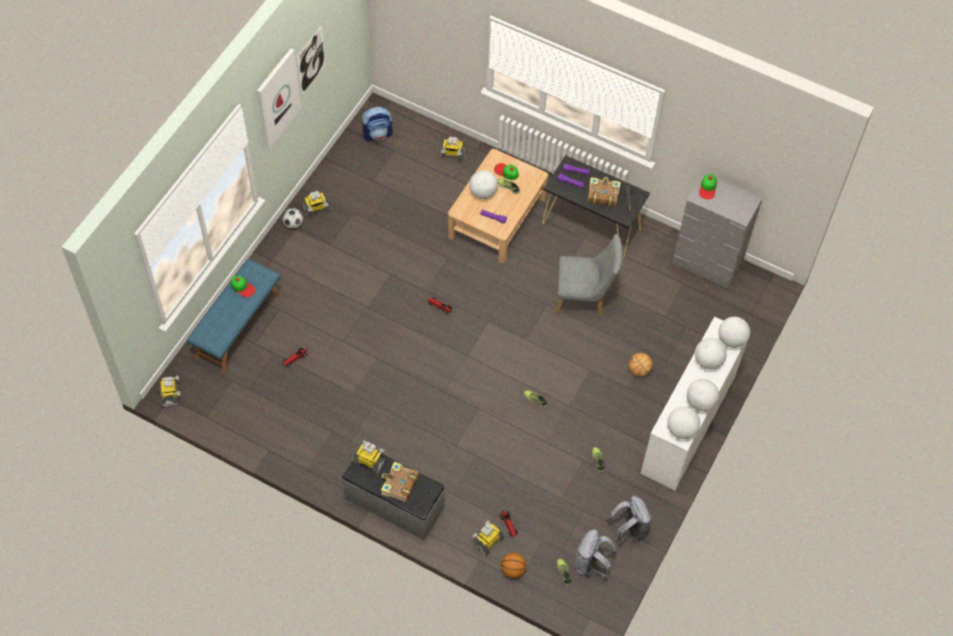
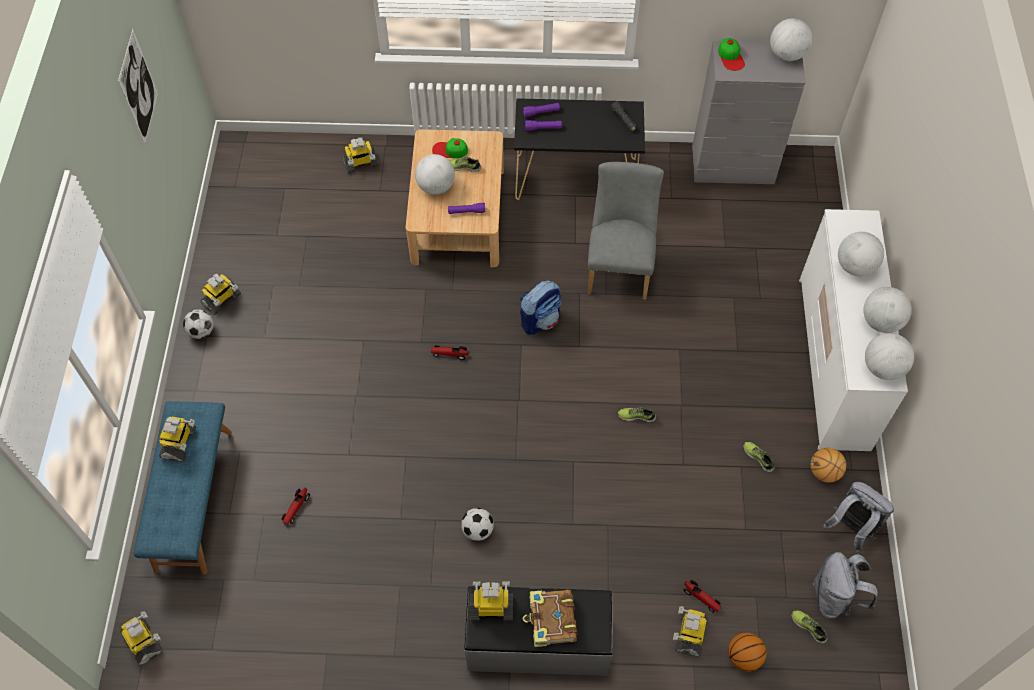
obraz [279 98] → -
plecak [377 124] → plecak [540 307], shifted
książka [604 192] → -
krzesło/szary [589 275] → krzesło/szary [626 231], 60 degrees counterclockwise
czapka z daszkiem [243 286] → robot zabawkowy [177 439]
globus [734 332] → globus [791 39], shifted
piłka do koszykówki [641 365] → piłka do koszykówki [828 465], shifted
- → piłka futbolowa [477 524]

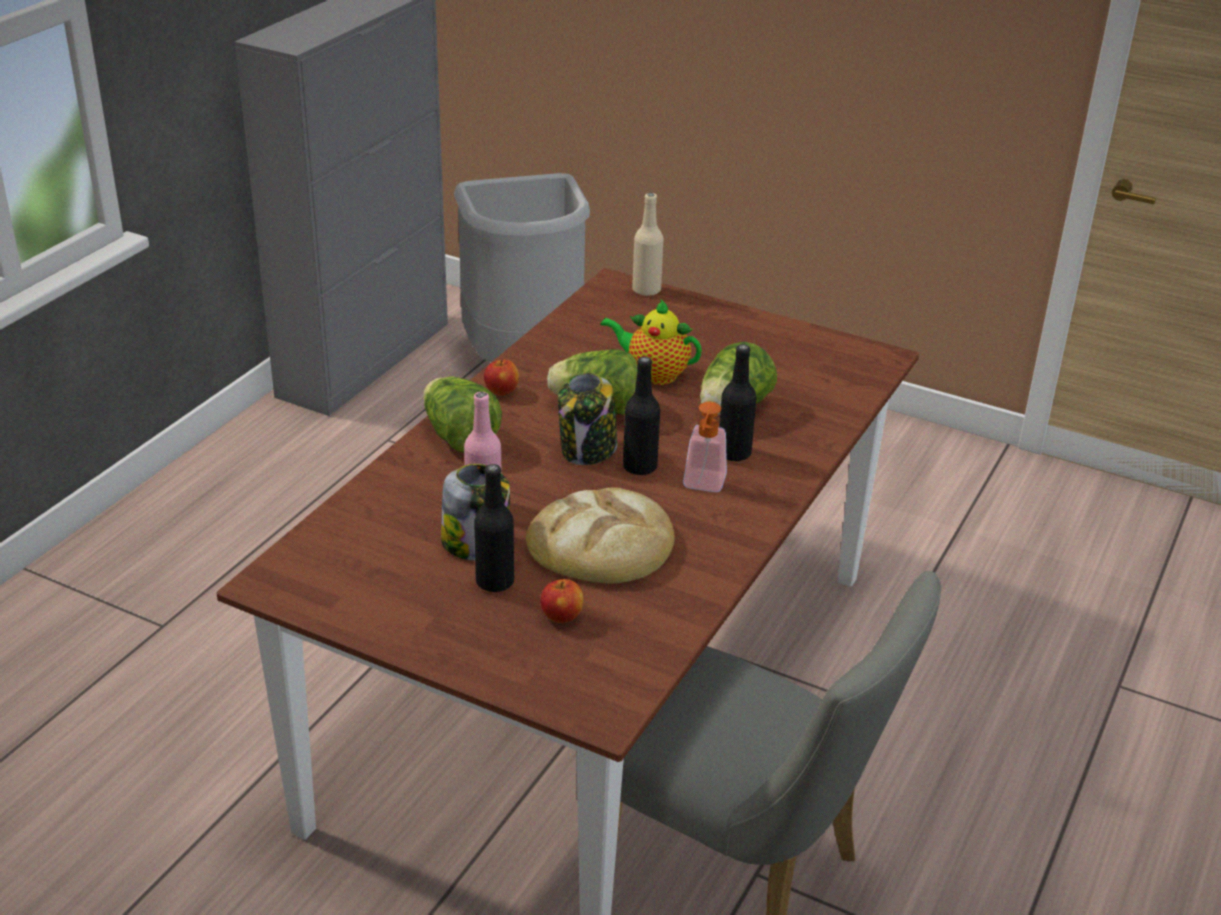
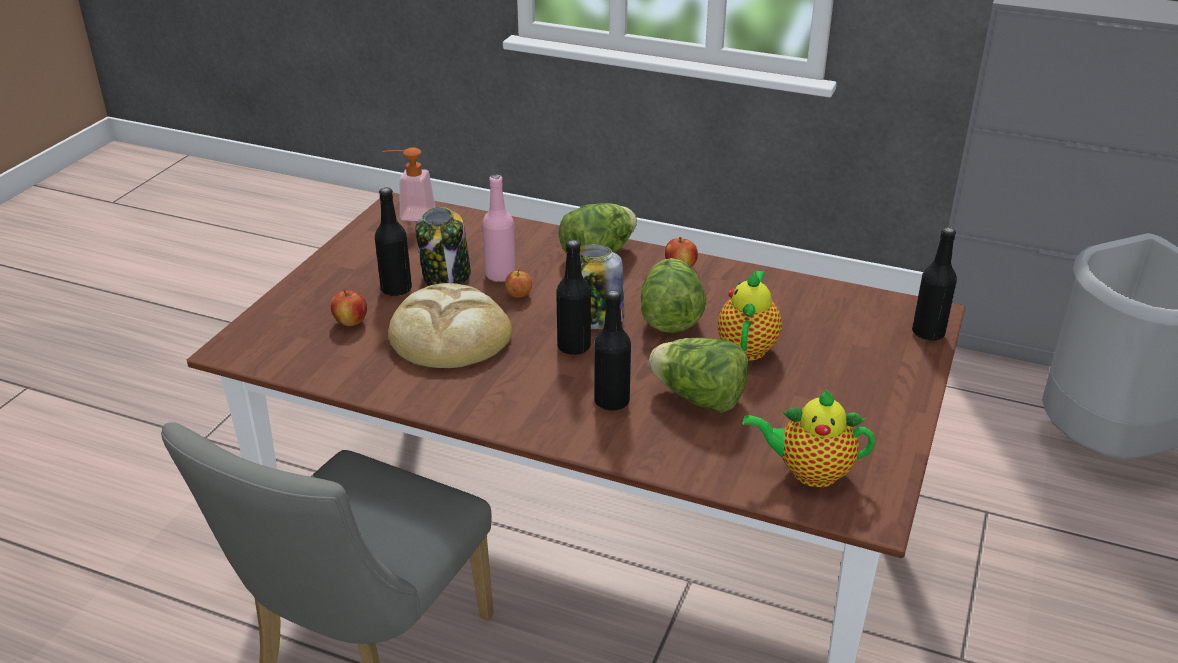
butelka/beżowy [648 244] → butelka/czarny [934 284]
dozownik mydła [705 447] → dozownik mydła [409 184], shifted
- → jabłko [518 283]
- → imbryk [809 438]

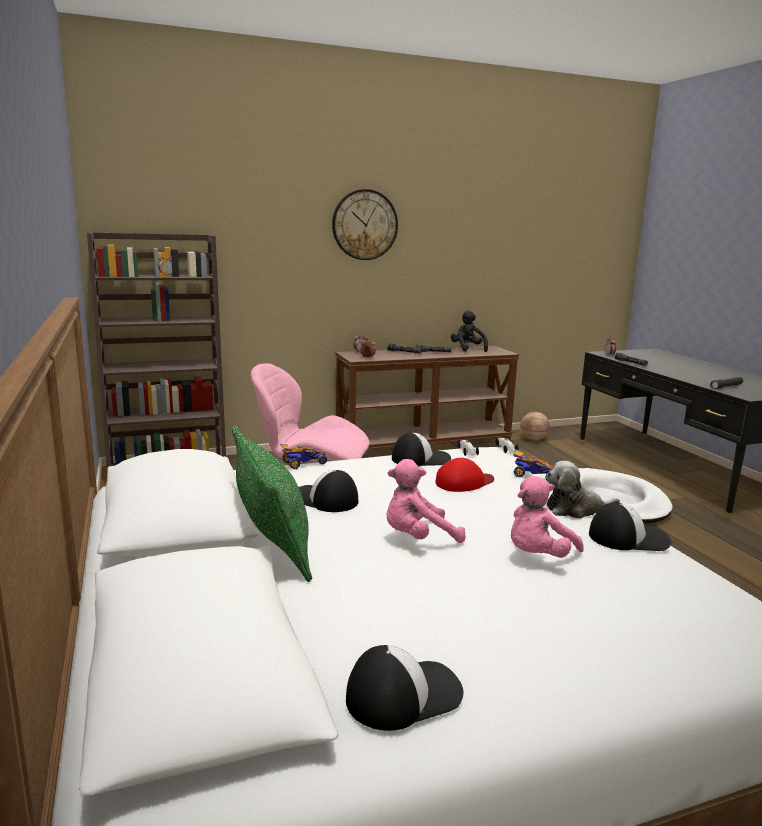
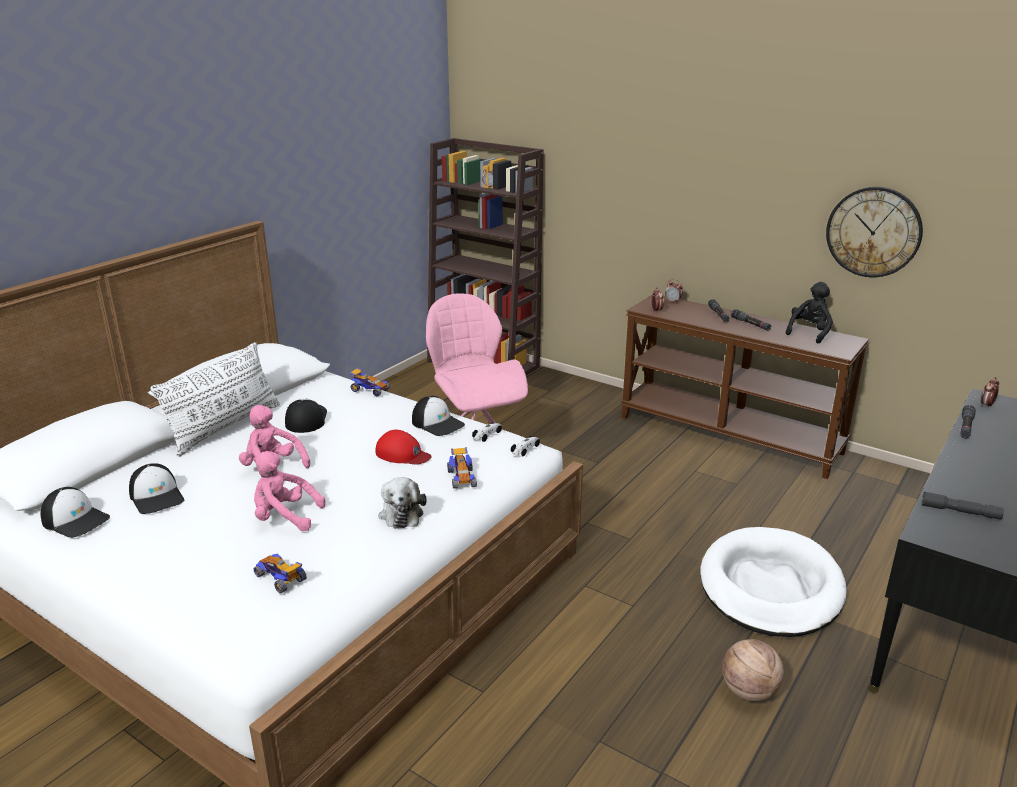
zegar ścienny [365 224] → zegar ścienny [874 232], shifted
piłka do koszykówki [535 426] → piłka do koszykówki [753 670], shifted
poduszka/zielony [272 503] → poduszka/biały [215 399]
pluszak [583 490] → pluszak [402 503], 150 degrees counterclockwise
czapka z daszkiem [630 526] → czapka z daszkiem [156 488], shifted
- → samochodzik [280 574]

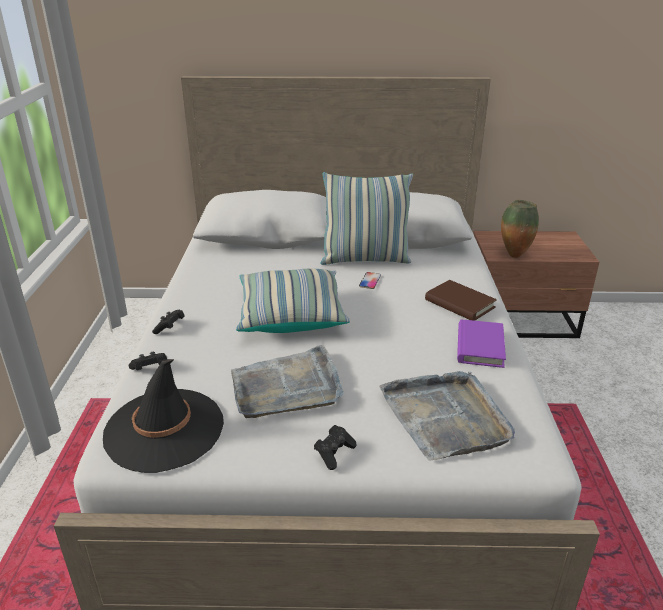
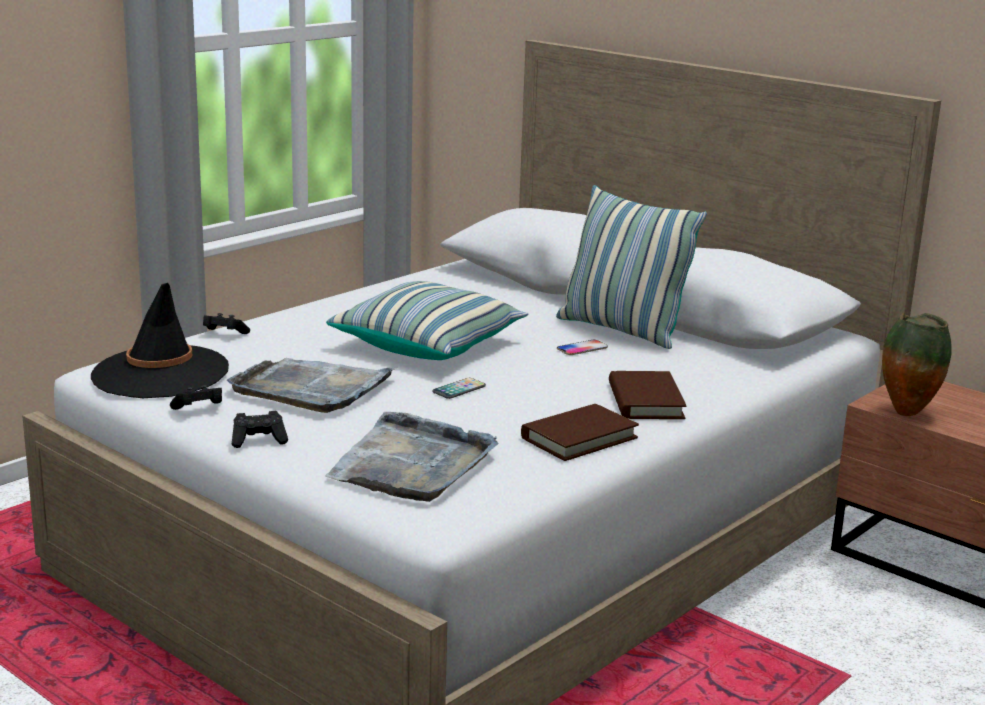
pad do gier/czarny [168 322] → pad do gier/czarny [196 397], shifted
książka/fioletowy [481 344] → książka/brązowy [580 432]
- → telefon [459 388]

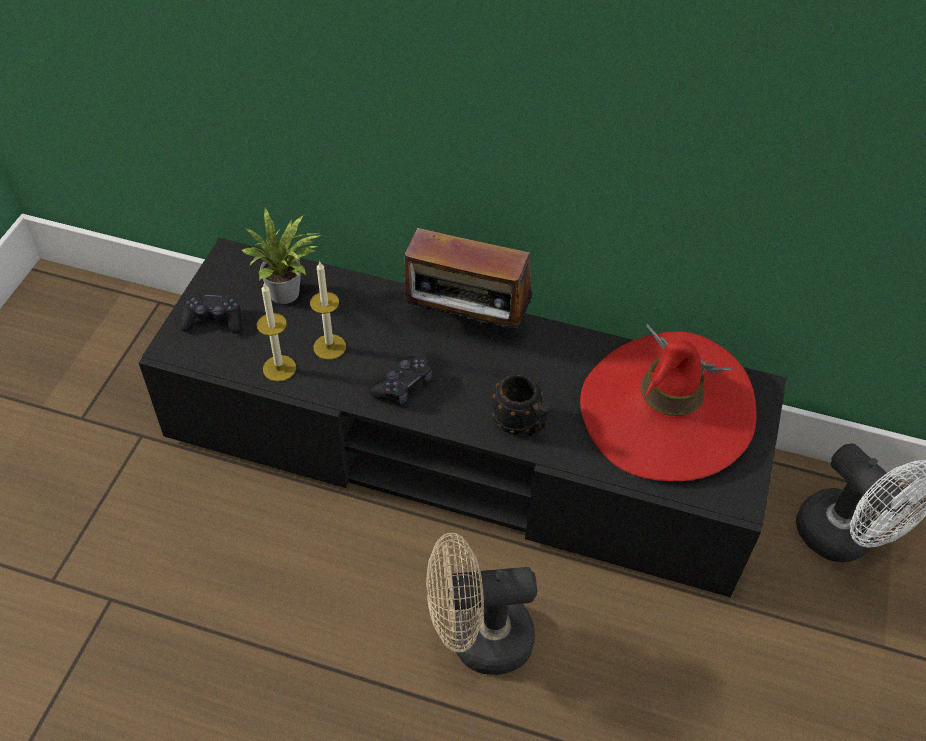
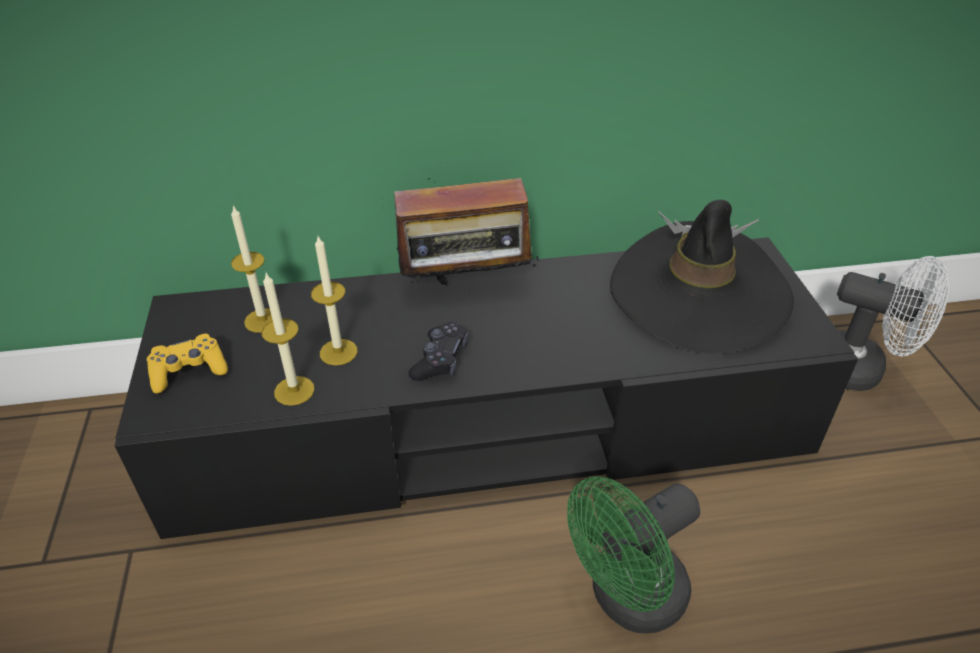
roślina doniczkowa [281 256] → świeca [252 269]
pad do gier/czarny [211 313] → pad do gier/żółty [187 363]
kapelusz/czerwony [668 402] → kapelusz/czarny [702 277]
kubek/czarny [521 405] → -
wentylator/beżowy [481 604] → wentylator/zielony [633 555]

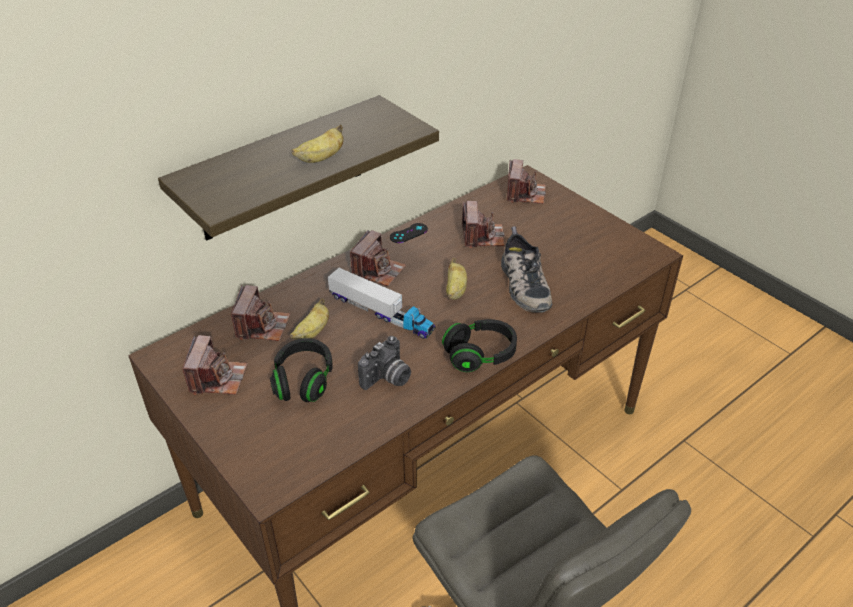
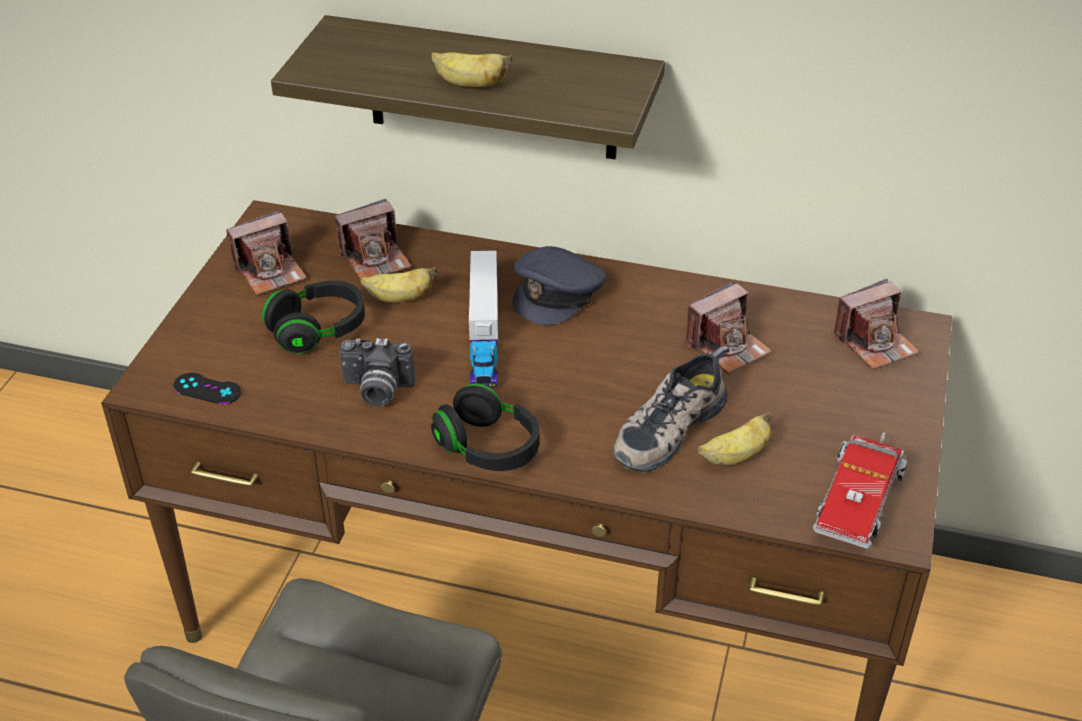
pad do gier/czarny [409 233] → pad do gier/czarny [207 388], shifted
aparat fotograficzny [378 258] → czapka z daszkiem/szary [559 285]
banan [456 279] → banan [735 438], shifted
- → ciężarówka zabawkowa [860 490]

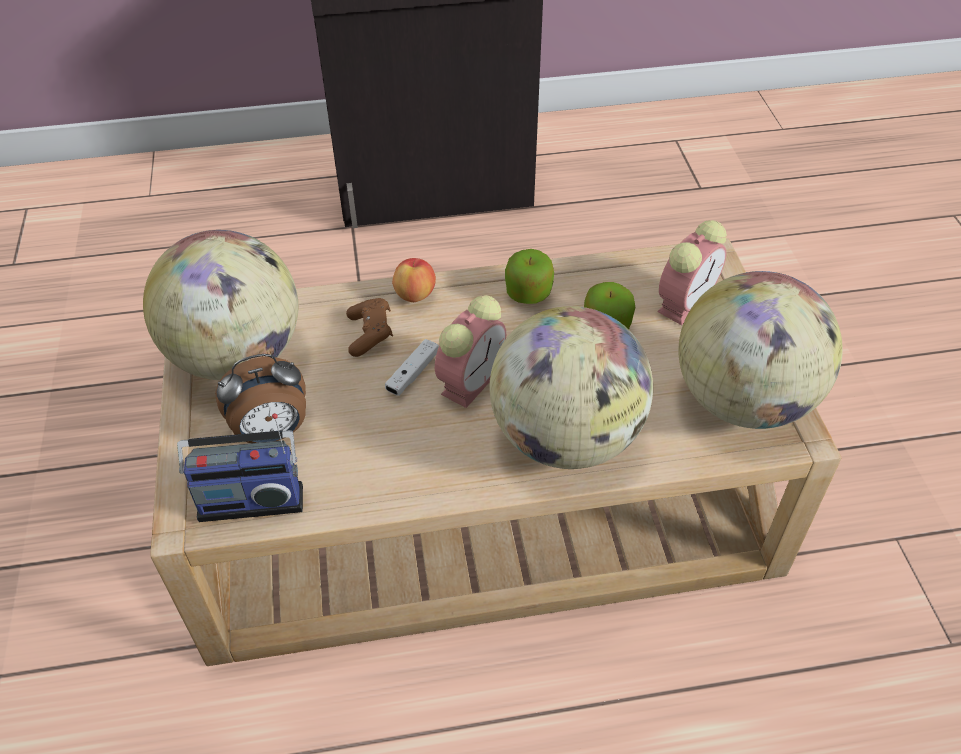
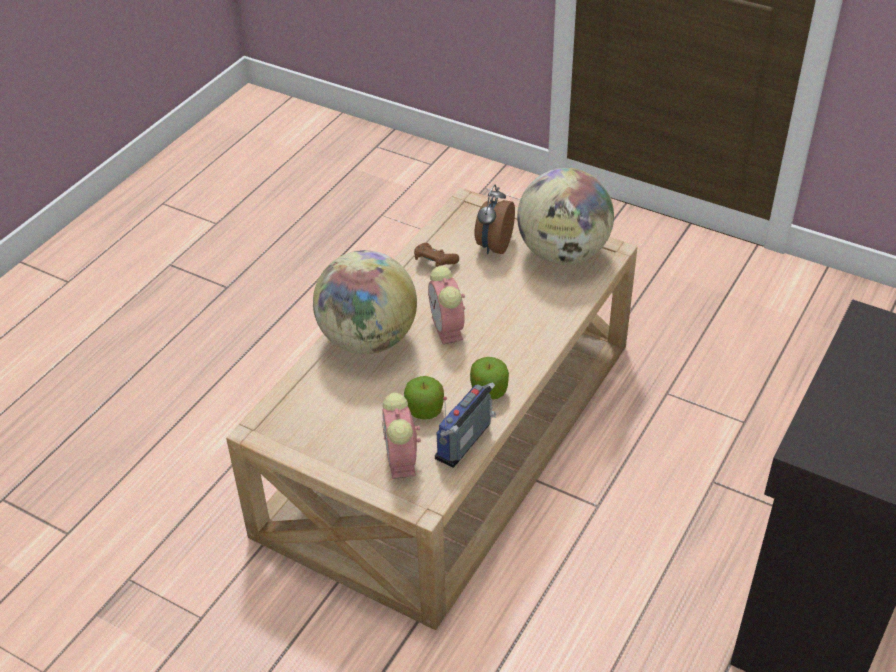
jabłko [414 280] → -
globus [760 350] → -
pad do gier/brązowy [369 327] → pad do gier/brązowy [436 255], shifted
pad do gier/biały [412 367] → -
radio [240 467] → radio [465 425], shifted

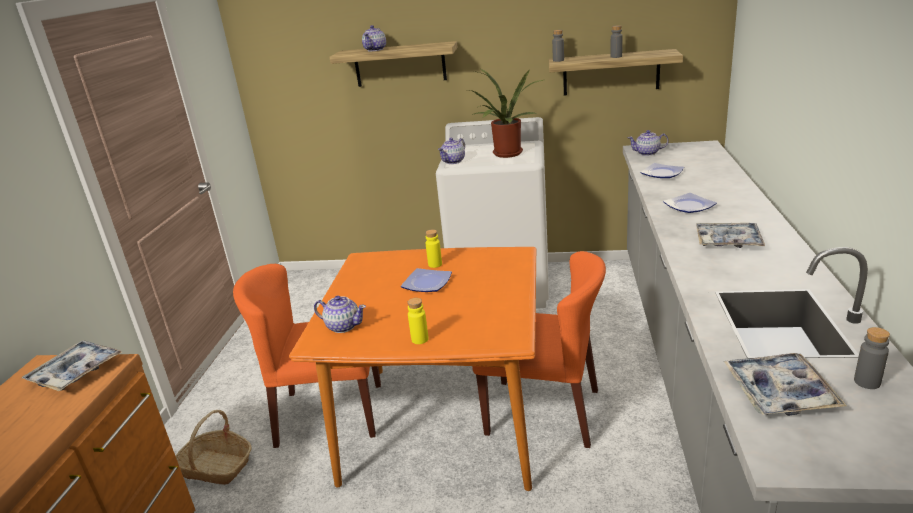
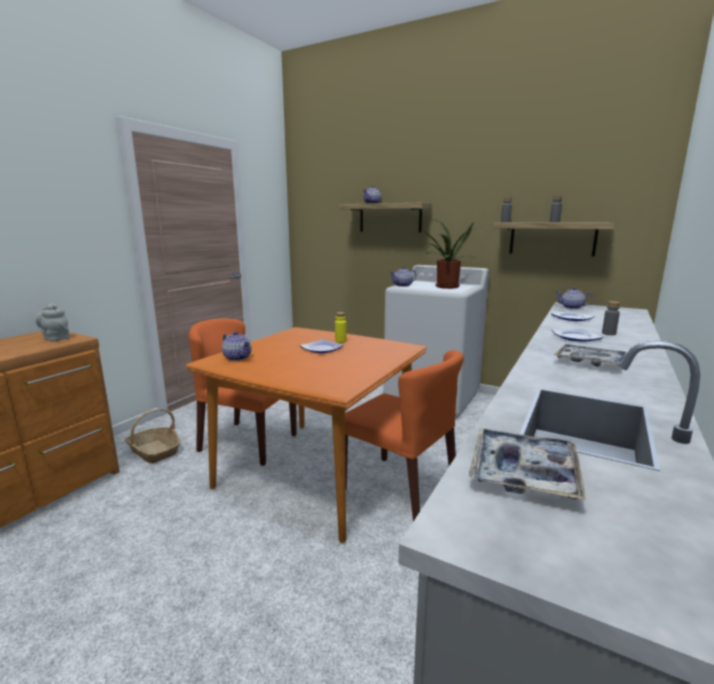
butelka/żółty [418 321] → -
butelka/szary [872 358] → butelka/szary [611 318], shifted
taca [72 365] → imbryk/szary [53 322]

